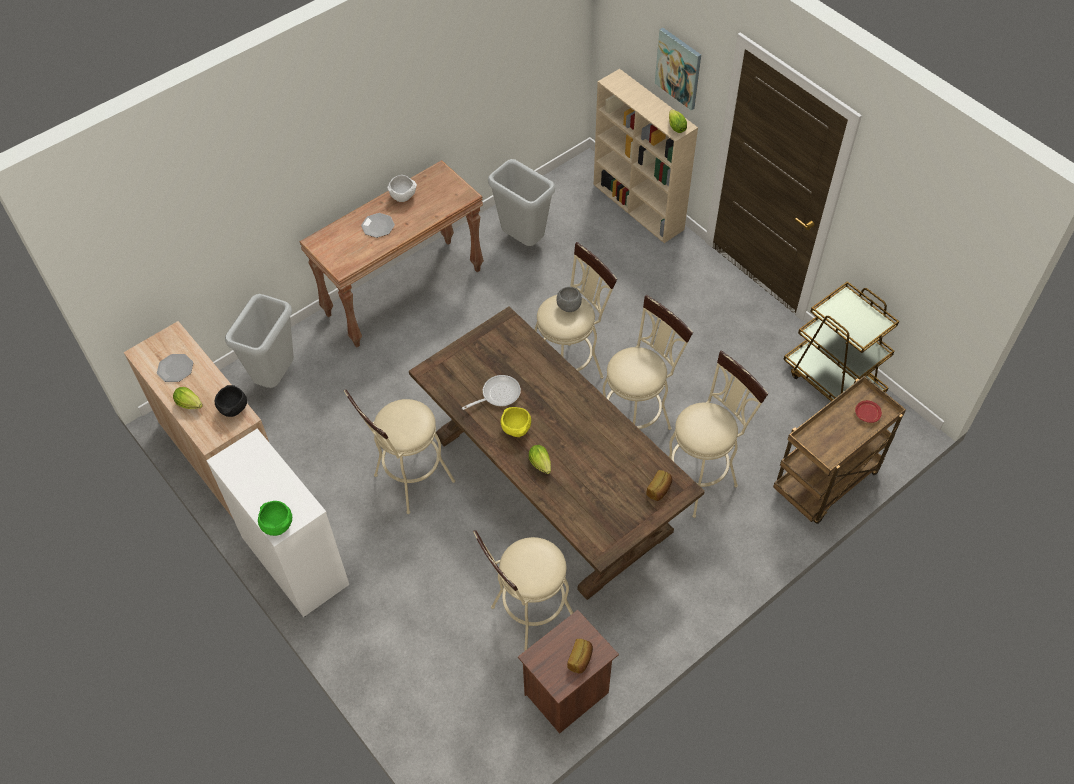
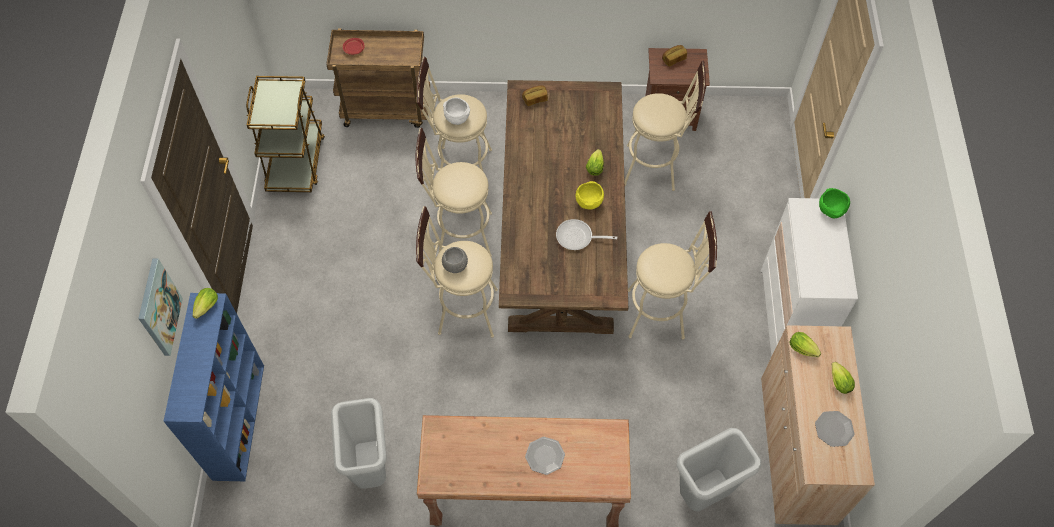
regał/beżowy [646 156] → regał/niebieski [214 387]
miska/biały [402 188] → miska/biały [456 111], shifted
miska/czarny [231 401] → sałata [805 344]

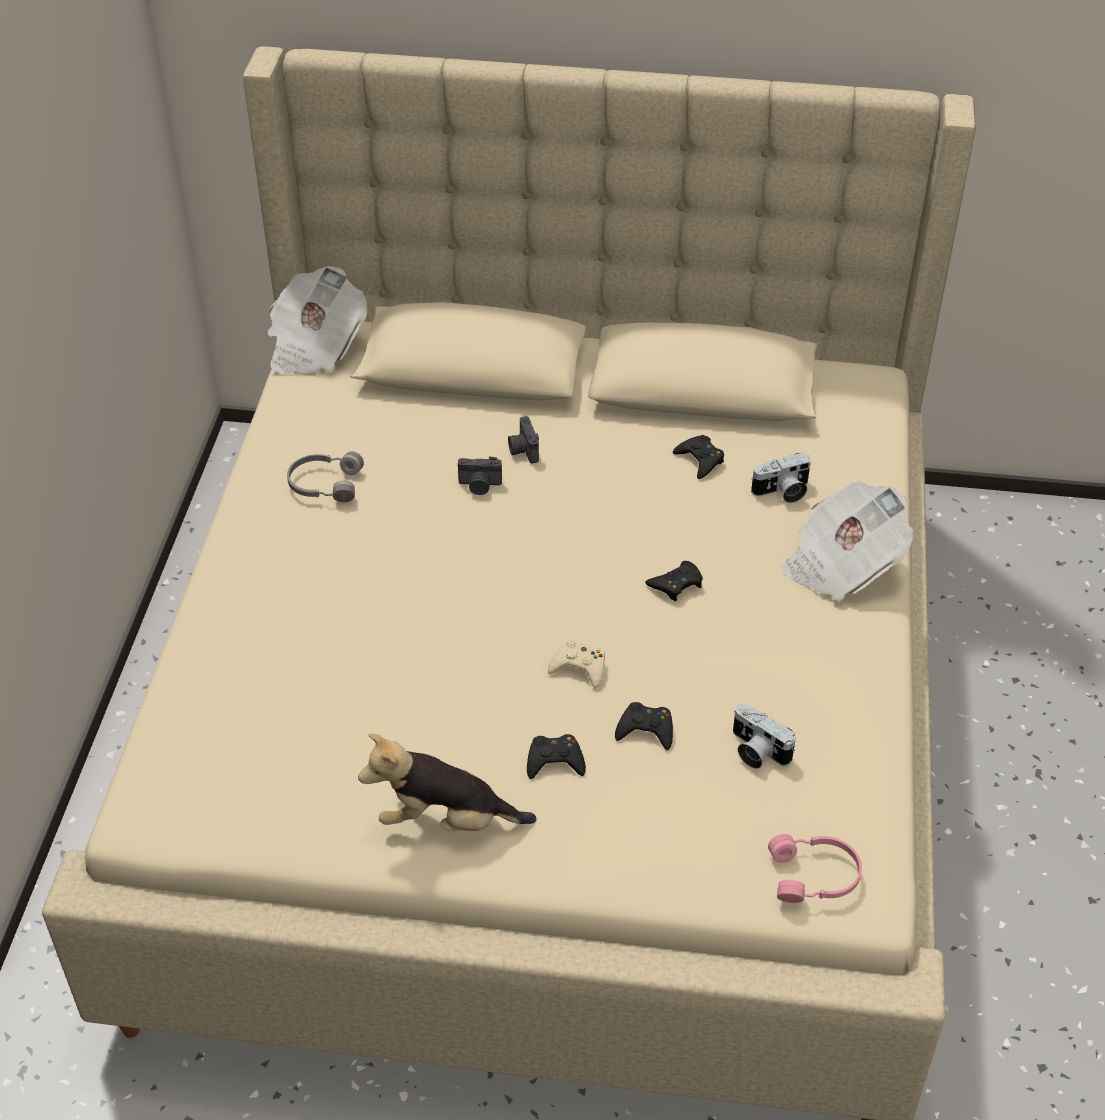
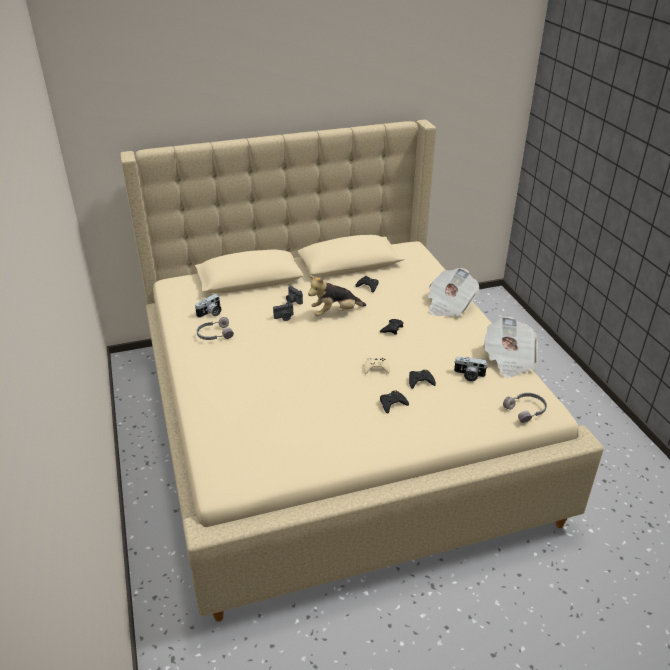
gazeta [318 320] → gazeta [510 347], shifted
aparat fotograficzny [781 477] → aparat fotograficzny [208 306], shifted
pluszak [447 782] → pluszak [337 296], shifted
słuchawki/różowy [815 868] → słuchawki/szary [525 408]

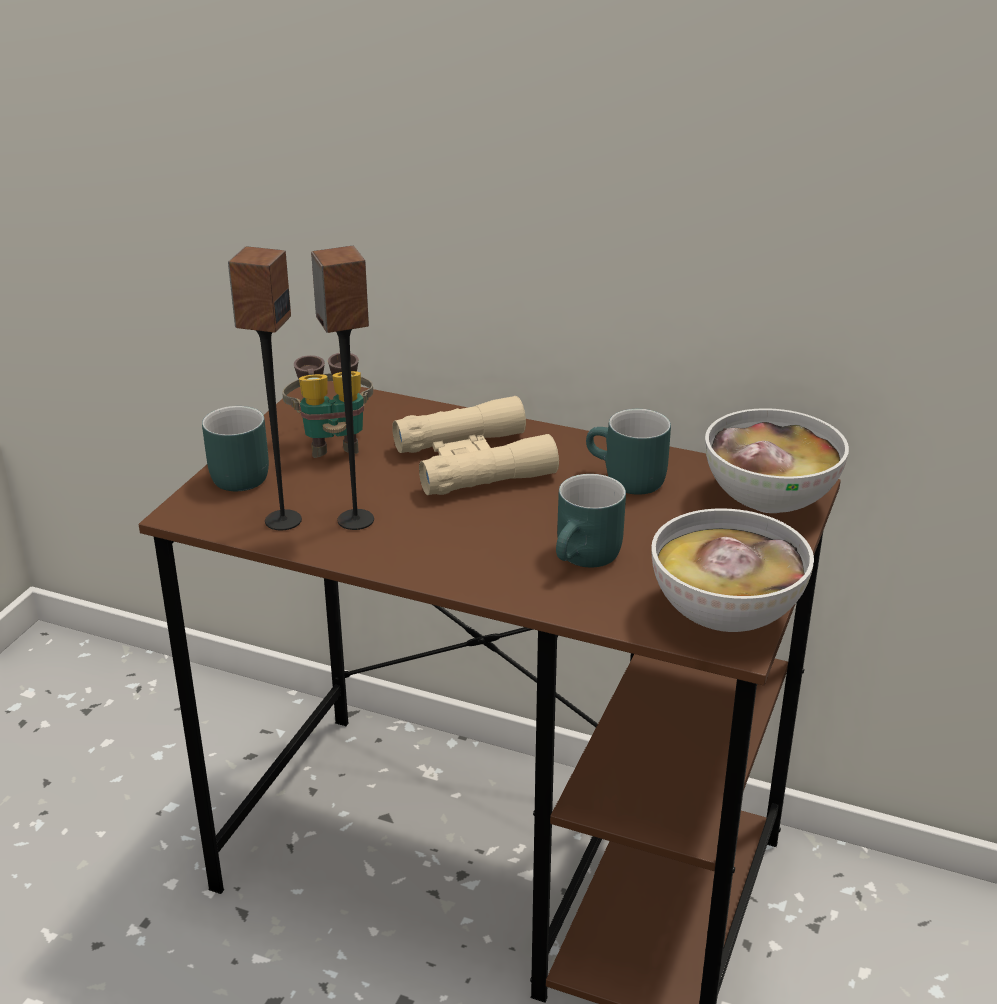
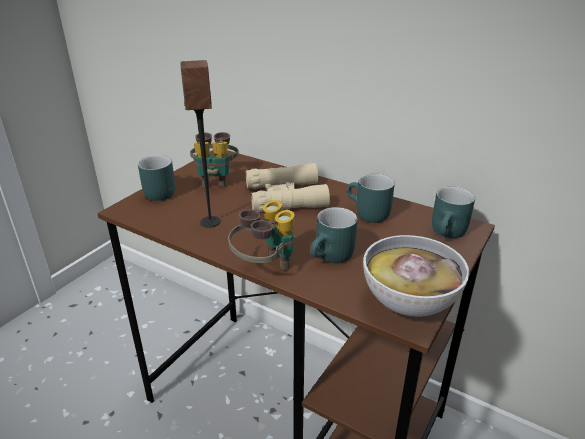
głośnik [265 388] → -
miska [777 460] → kubek/turkusowy [453 212]
- → lornetka [261 235]

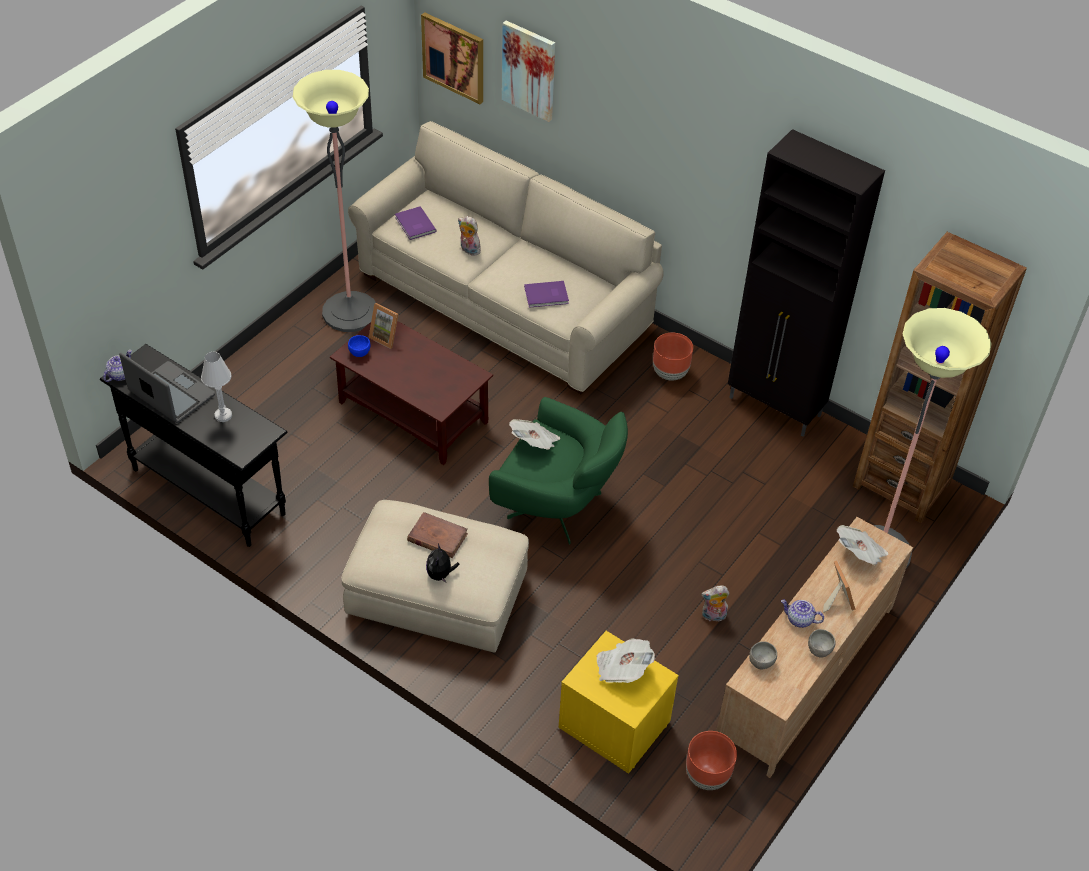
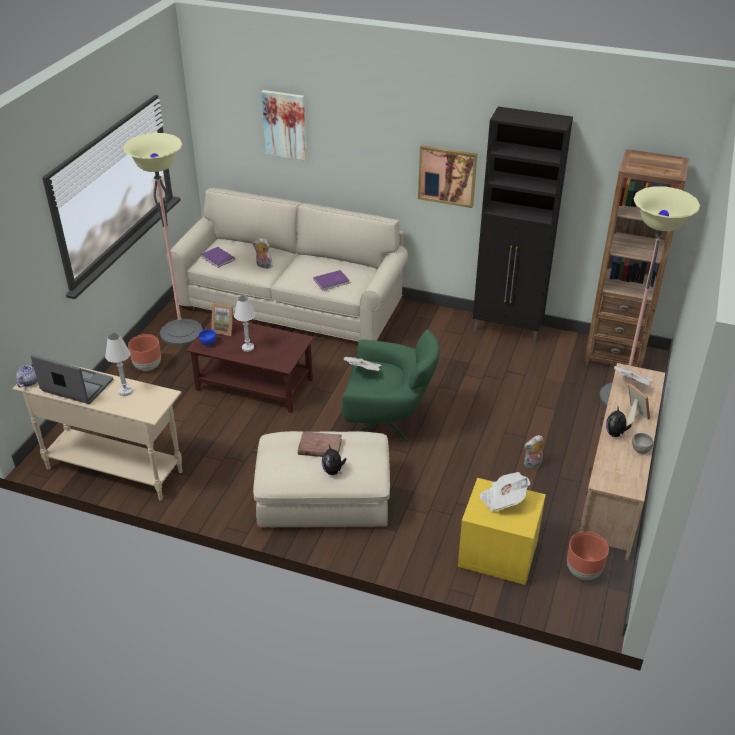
obraz [452 58] → obraz [447 176], shifted
donica/brązowy [673 357] → donica/brązowy [144 352], shifted
stolik konsolowy/czarny [193 445] → stolik konsolowy/beżowy [97 432]
imbryk [802 614] → pluszak [619 422]
miska/szary [763 655] → -
- → lampa stołowa/biały [244 324]

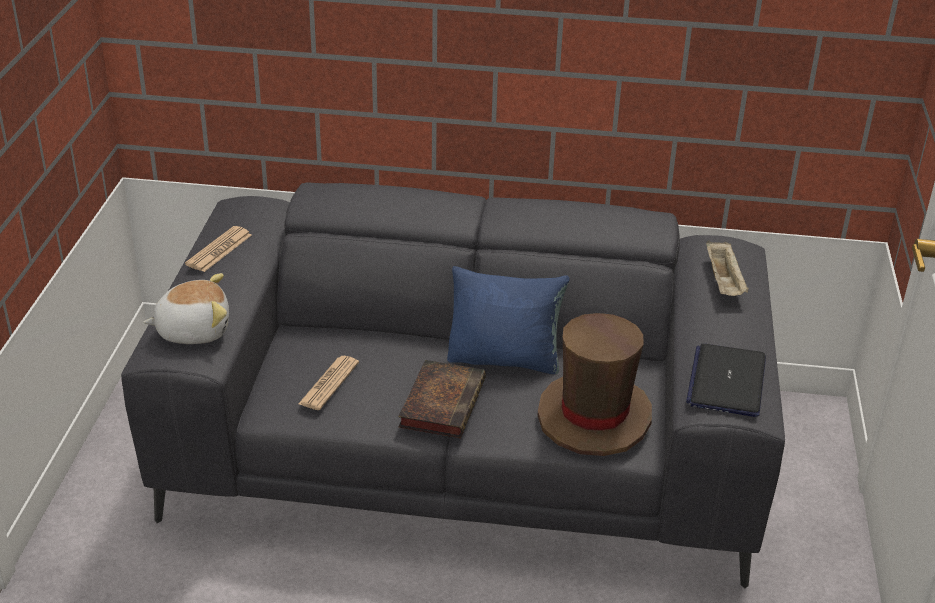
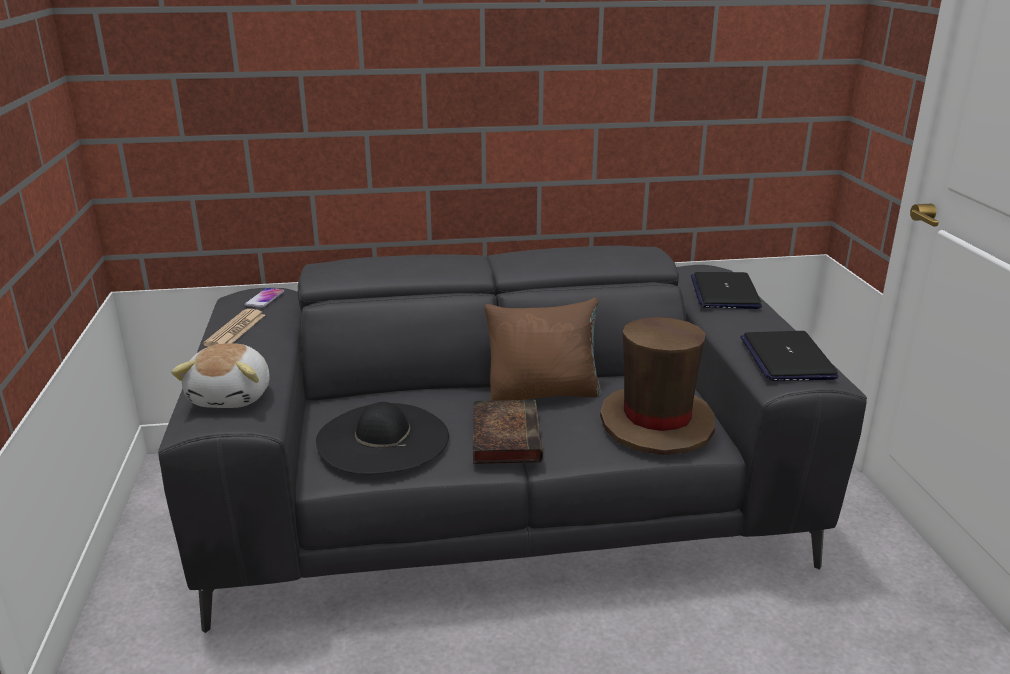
taca/beżowy [727 268] → laptop [726 290]
poduszka/niebieski [508 320] → poduszka/brązowy [542 349]
pluszak [186 308] → pluszak [220 375], 120 degrees clockwise
gazeta [329 383] → kapelusz/czarny [382 438]
- → telefon [264 298]

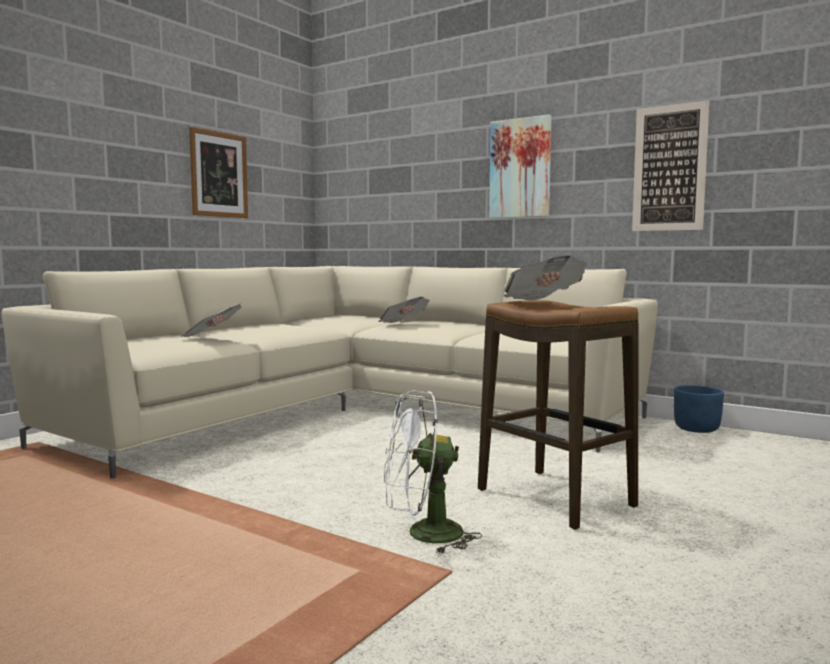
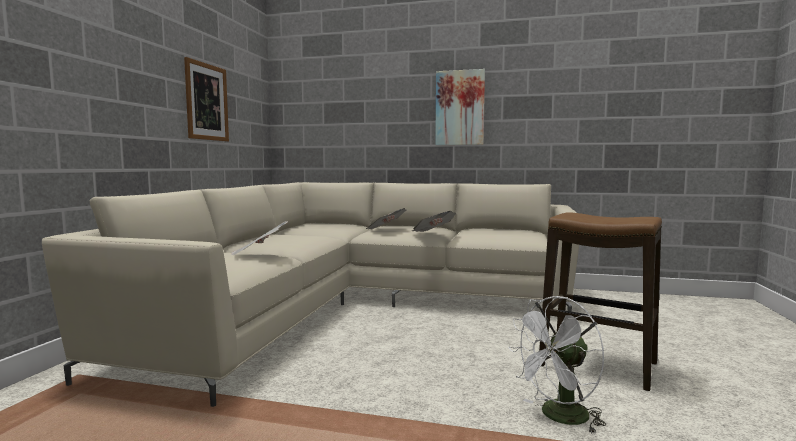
obraz [670 165] → -
gazeta [545 278] → gazeta [434 221], shifted
donica/niebieski [699 409] → -

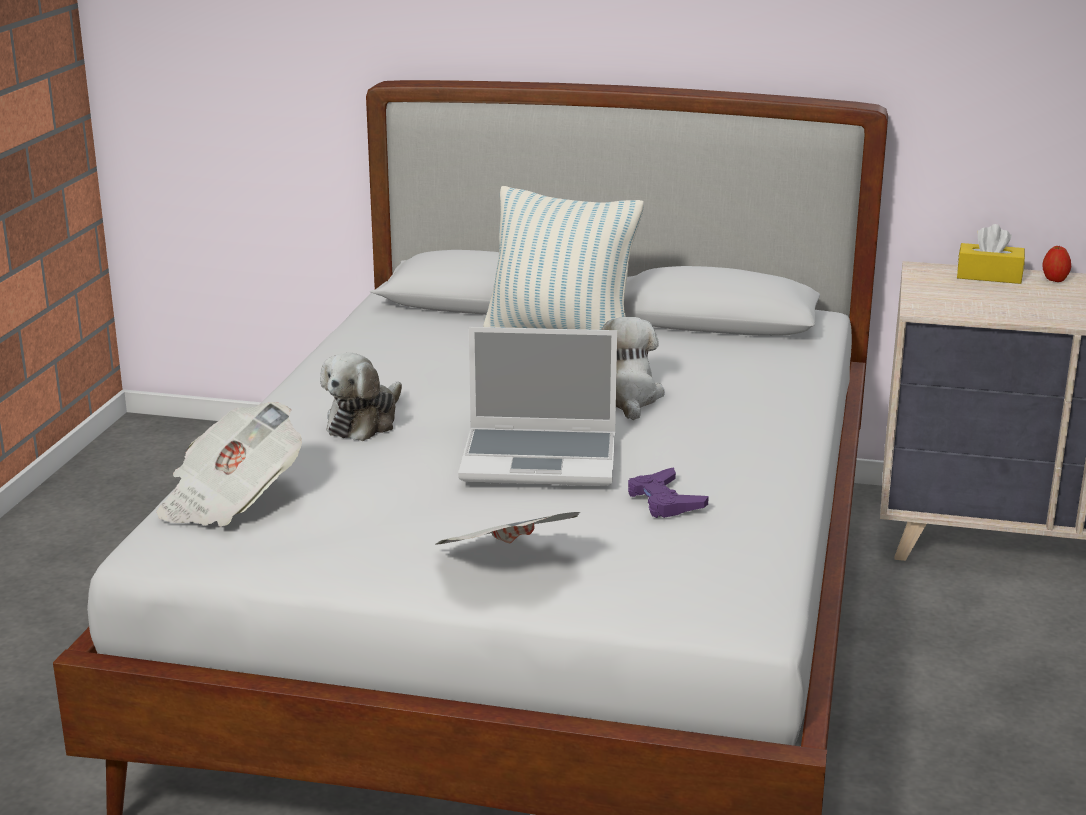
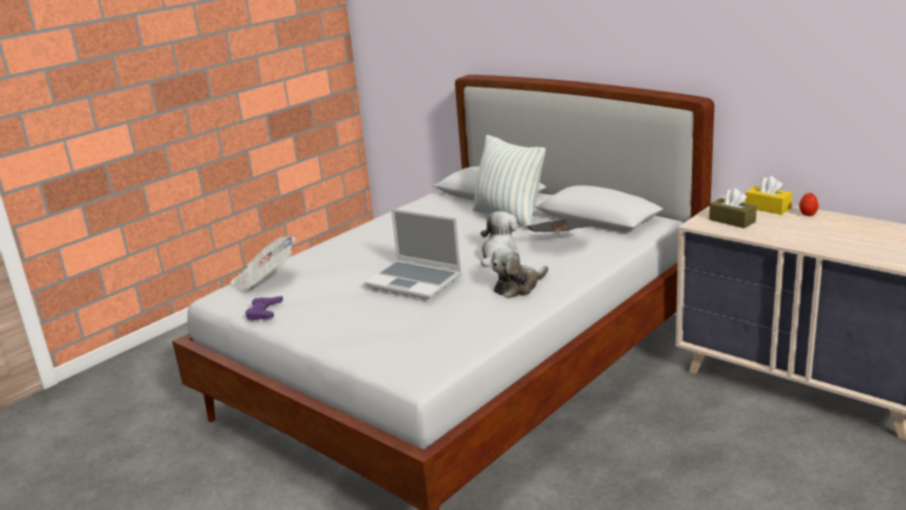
pluszak [361 396] → pluszak [519 272], shifted
pad do gier/fioletowy [668 492] → pad do gier/fioletowy [264 308], shifted
gazeta [508 528] → gazeta [558 226], shifted
- → pudełko chusteczek/brązowy [733 208]

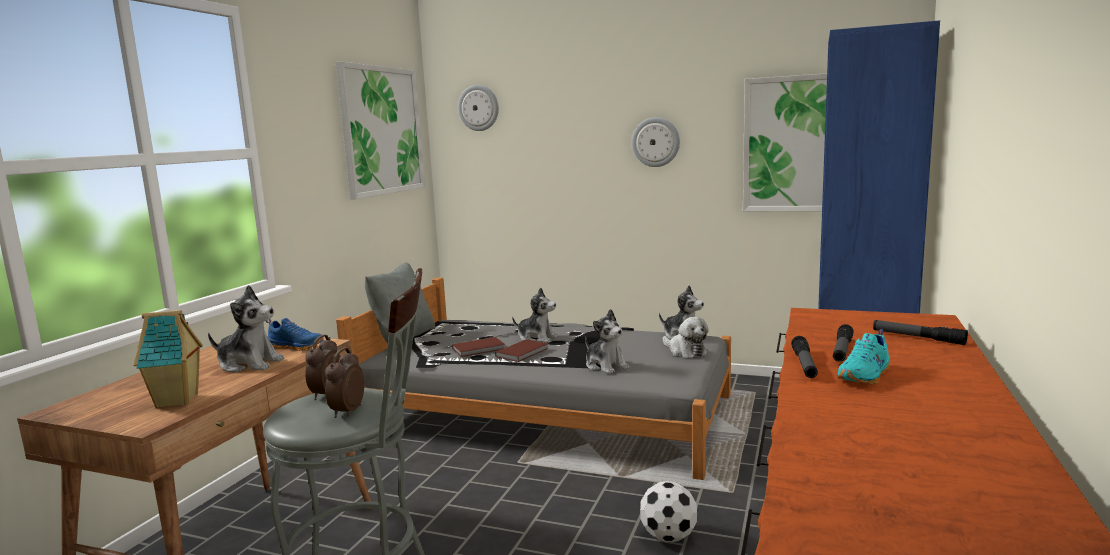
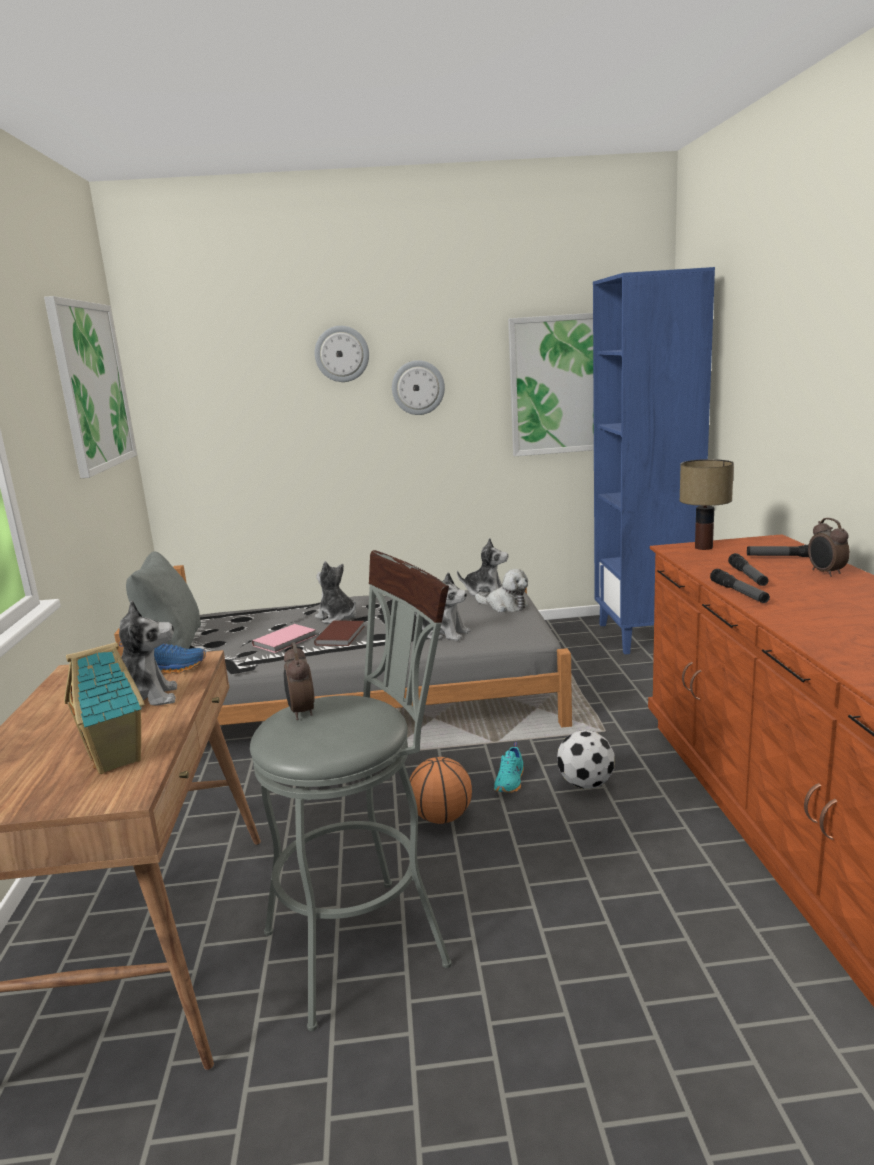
zegar ścienny [478 108] → zegar ścienny [342 354], shifted
pluszak [535 315] → pluszak [336 592], 135 degrees counterclockwise
but/turkusowy [863 356] → but/turkusowy [509 767], shifted
książka/brązowy [478 347] → książka/różowy [284 638]
budzik [344 383] → budzik [829 547], shifted
- → lampa stołowa [707 504]
- → piłka do koszykówki [440 790]

